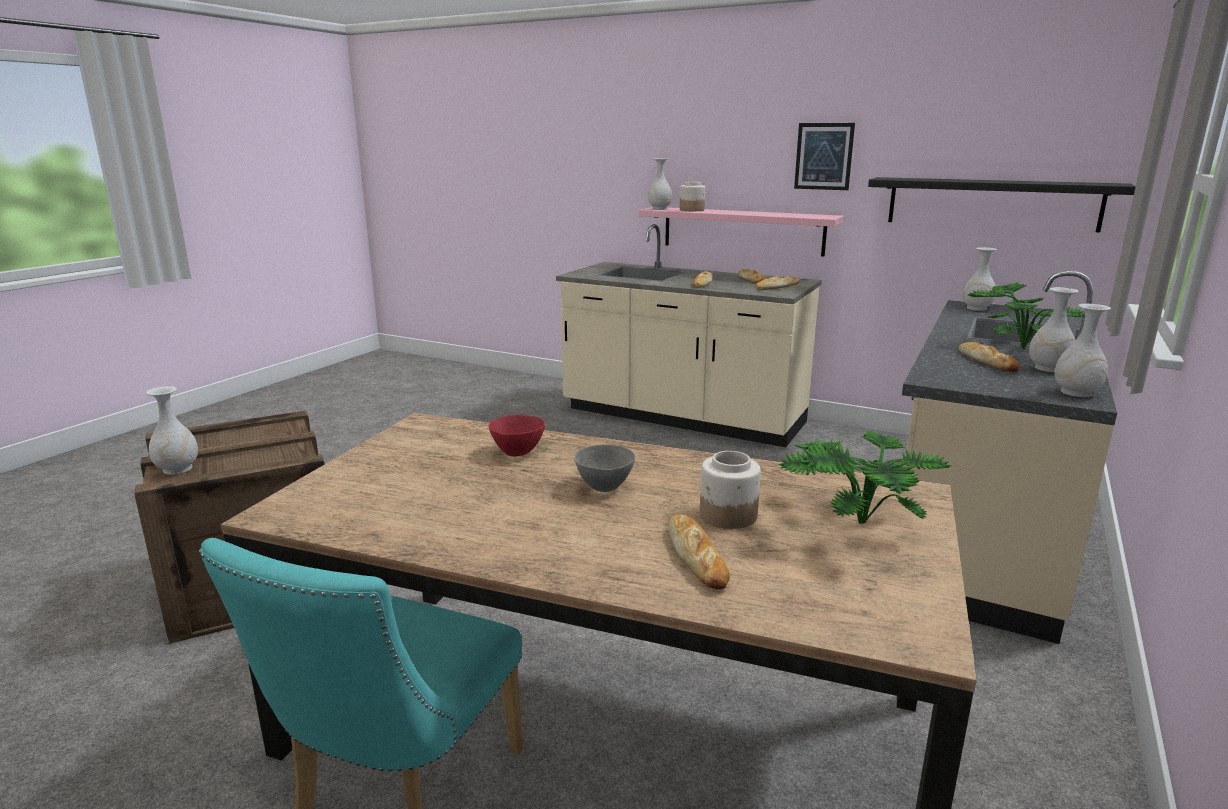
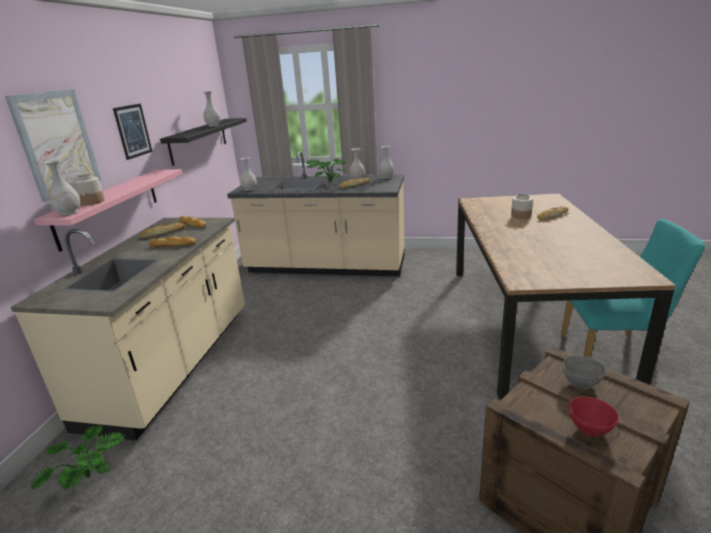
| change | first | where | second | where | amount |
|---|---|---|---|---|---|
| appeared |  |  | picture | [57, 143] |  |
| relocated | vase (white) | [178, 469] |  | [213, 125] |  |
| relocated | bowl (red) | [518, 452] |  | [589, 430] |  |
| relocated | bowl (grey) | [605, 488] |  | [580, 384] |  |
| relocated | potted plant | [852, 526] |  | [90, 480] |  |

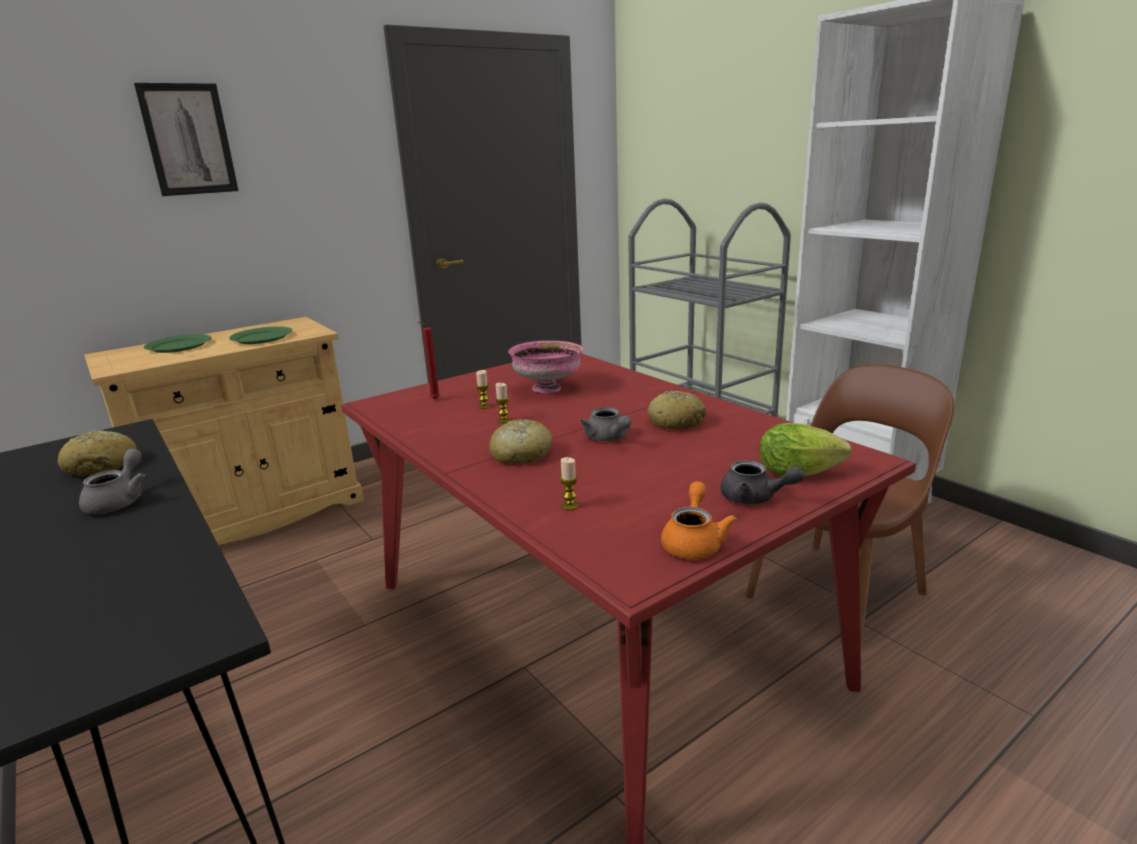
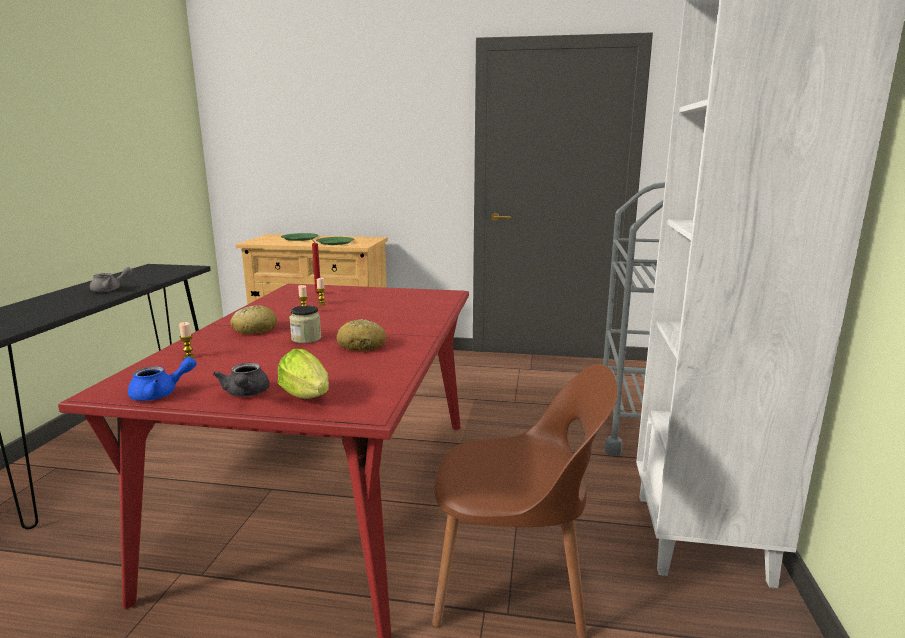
| change | first | where | second | where | amount |
|---|---|---|---|---|---|
| missing | bread | [102, 466] |  |  |  |
| missing | picture | [188, 139] |  |  |  |
| missing | bowl (pink) | [547, 388] |  |  |  |
| exchanged | teapot (grey) | [608, 438] | jar | [306, 339] |  |
| colour | teapot (orange) | [694, 542] | teapot (blue) | [161, 394] |  |

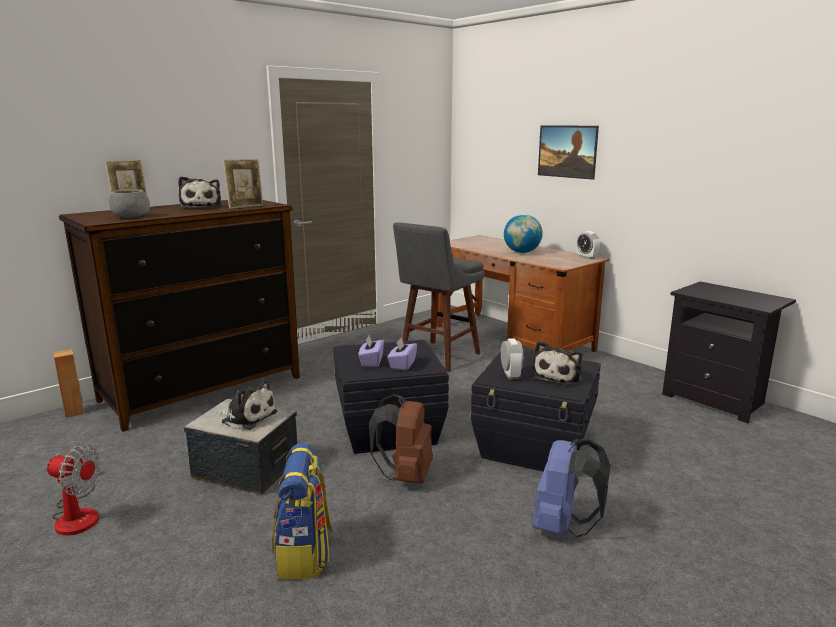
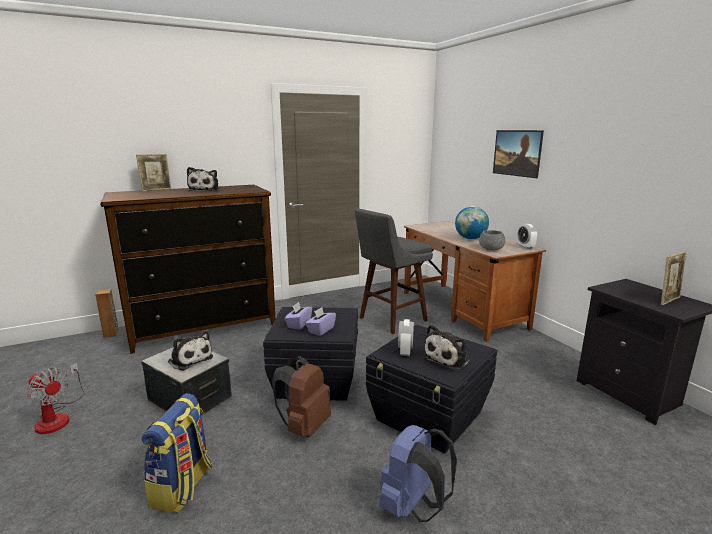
| change | first | where | second | where | amount |
|---|---|---|---|---|---|
| relocated | bowl (grey) | [132, 216] |  | [491, 249] |  |
| relocated | picture frame | [246, 207] |  | [668, 300] |  |

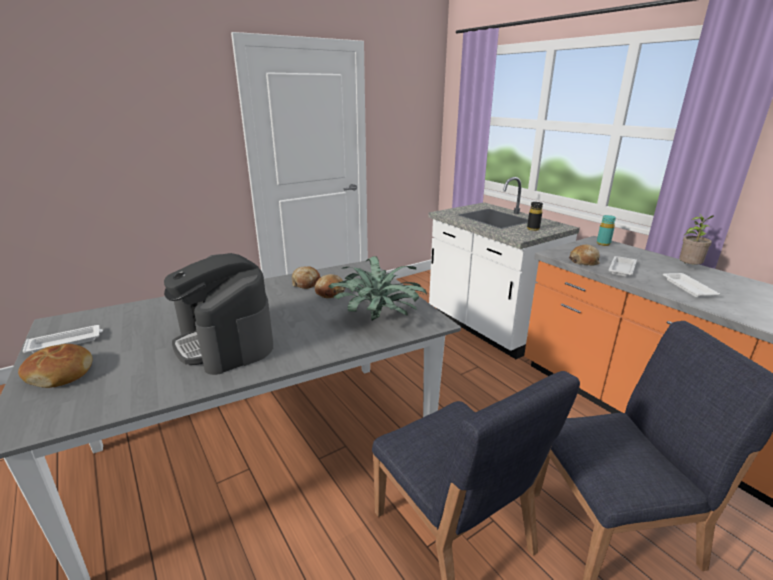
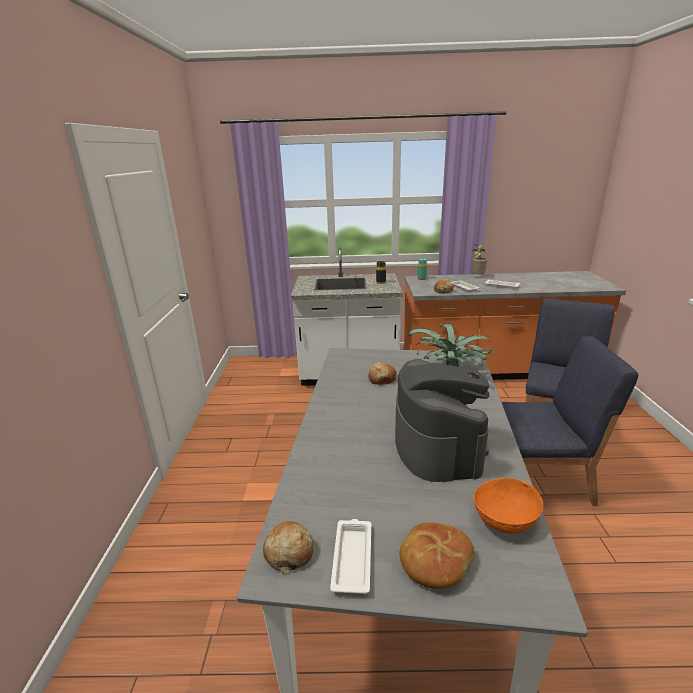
| change | first | where | second | where | amount |
|---|---|---|---|---|---|
| appeared |  |  | bowl (orange) | [504, 519] |  |
| relocated | bread | [306, 283] |  | [289, 552] |  |
| spun | coffee machine | [225, 342] |  | [437, 445] | 90 degrees counterclockwise |

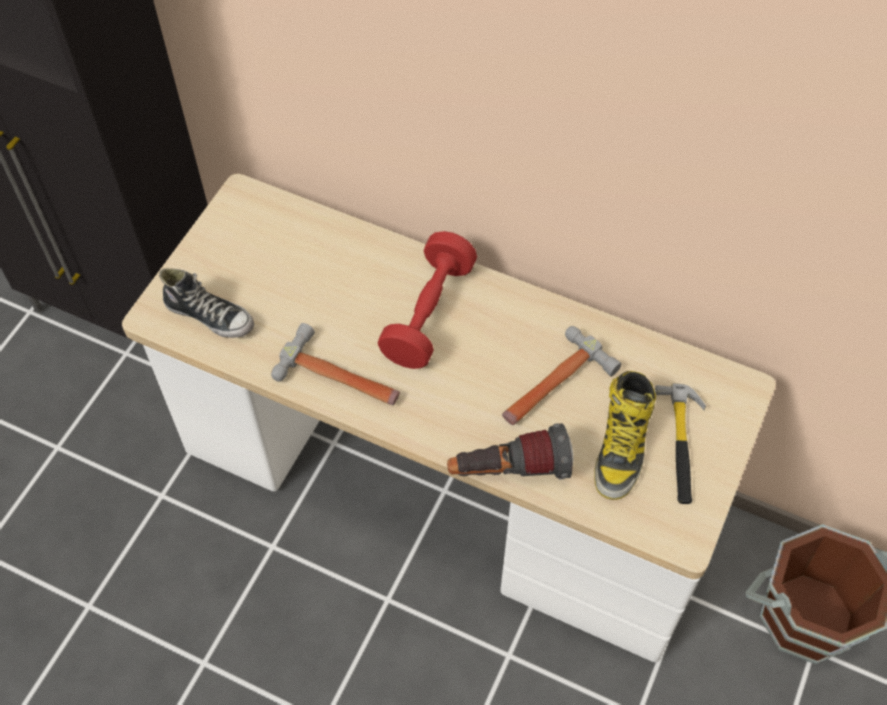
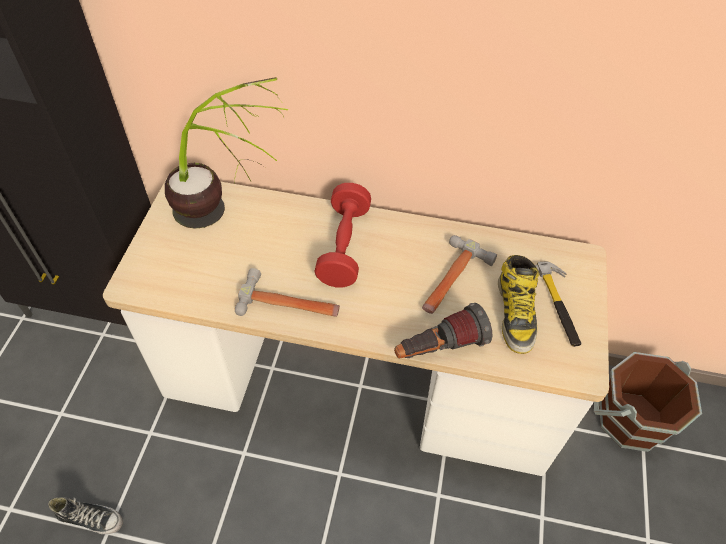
| change | first | where | second | where | amount |
|---|---|---|---|---|---|
| appeared |  |  | potted plant | [227, 218] |  |
| relocated | shoe | [210, 316] |  | [91, 518] |  |

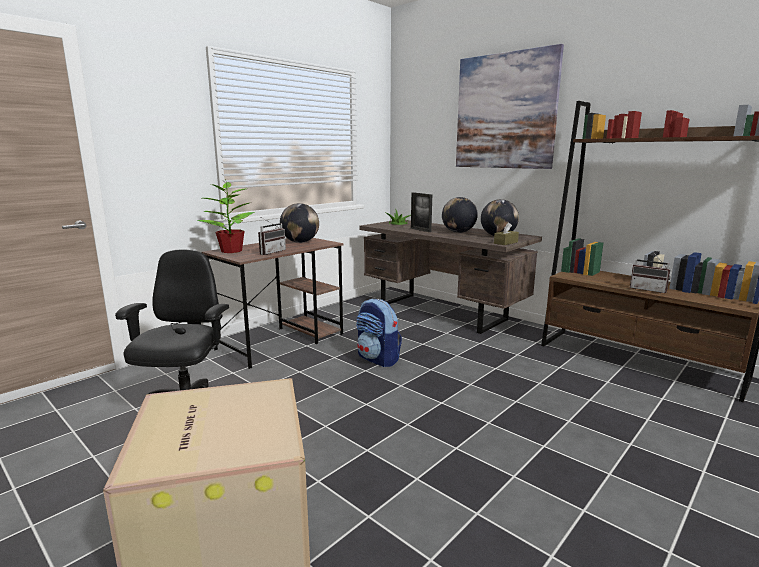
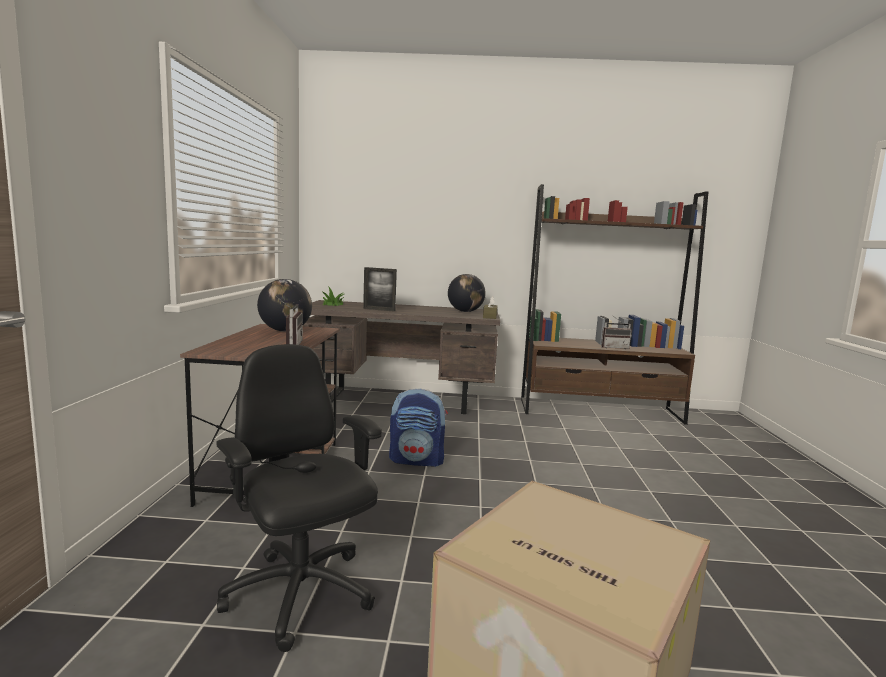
| change | first | where | second | where | amount |
|---|---|---|---|---|---|
| missing | potted plant | [231, 251] |  |  |  |
| missing | globe | [458, 232] |  |  |  |
| missing | picture | [505, 111] |  |  |  |

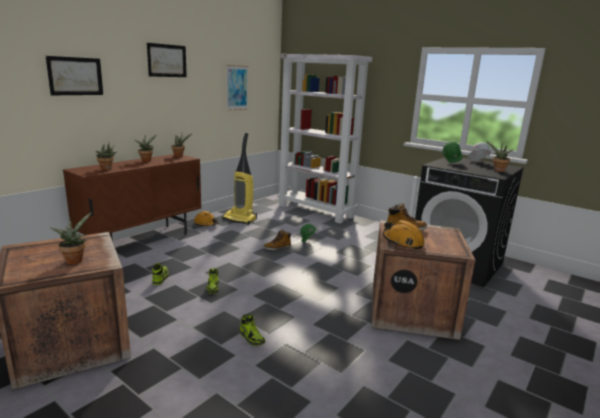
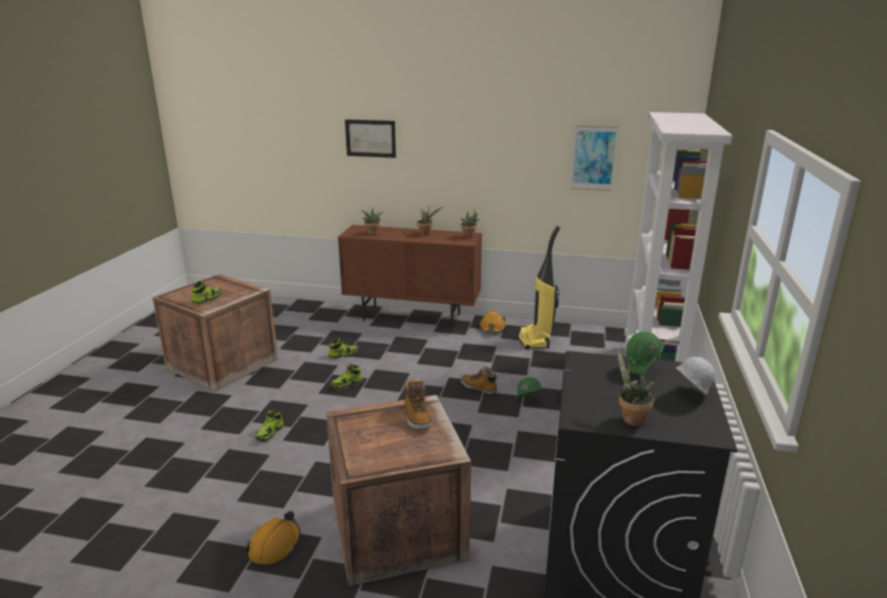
| change | first | where | second | where | amount |
|---|---|---|---|---|---|
| missing | picture | [167, 60] |  |  |  |
| relocated | hard hat (orange) | [402, 242] |  | [275, 546] |  |
| exchanged | potted plant | [75, 260] | shoe | [207, 299] |  |

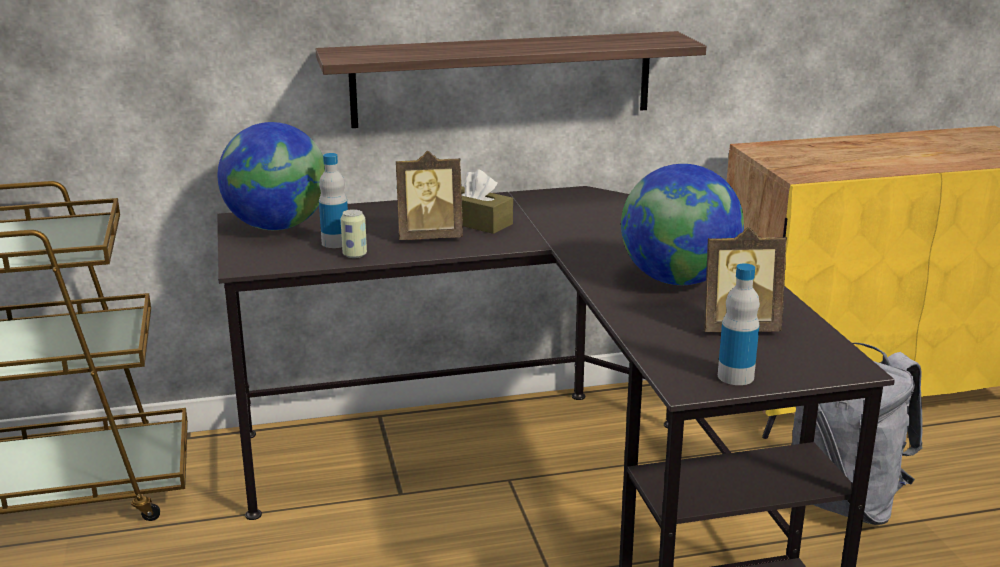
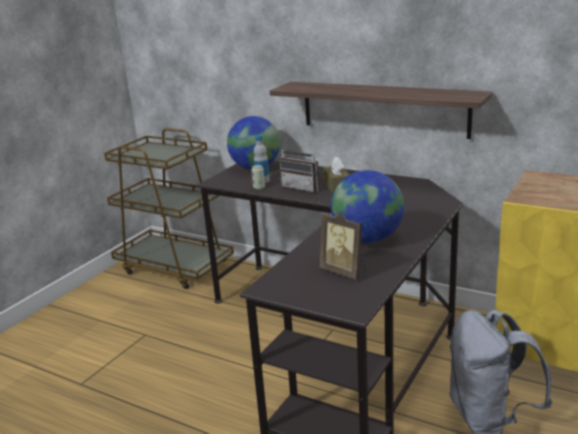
| change | first | where | second | where | amount |
|---|---|---|---|---|---|
| missing | bottle | [735, 376] |  |  |  |
| exchanged | picture frame | [430, 237] | radio | [303, 187] |  |

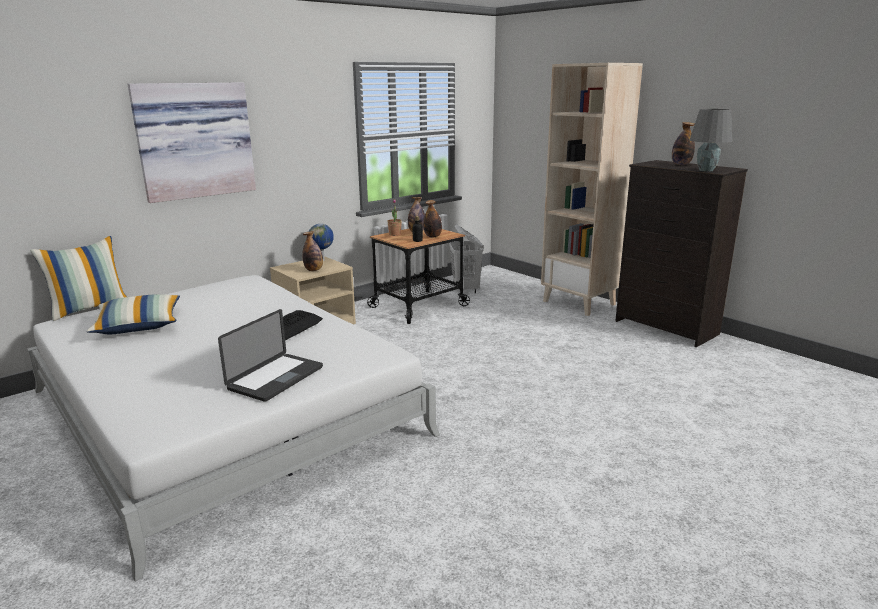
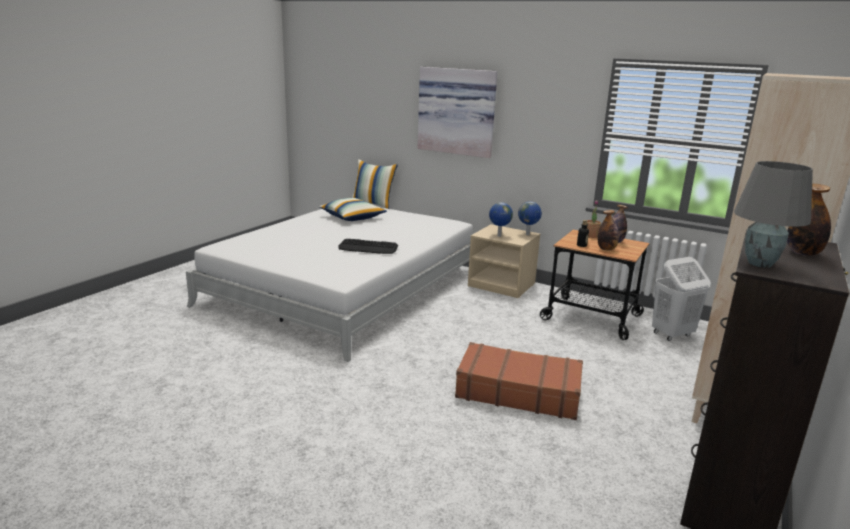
| change | first | where | second | where | amount |
|---|---|---|---|---|---|
| missing | laptop | [276, 378] |  |  |  |
| appeared |  |  | suitcase (brown) | [518, 392] |  |
| exchanged | bottle | [314, 270] | globe | [498, 236] |  |

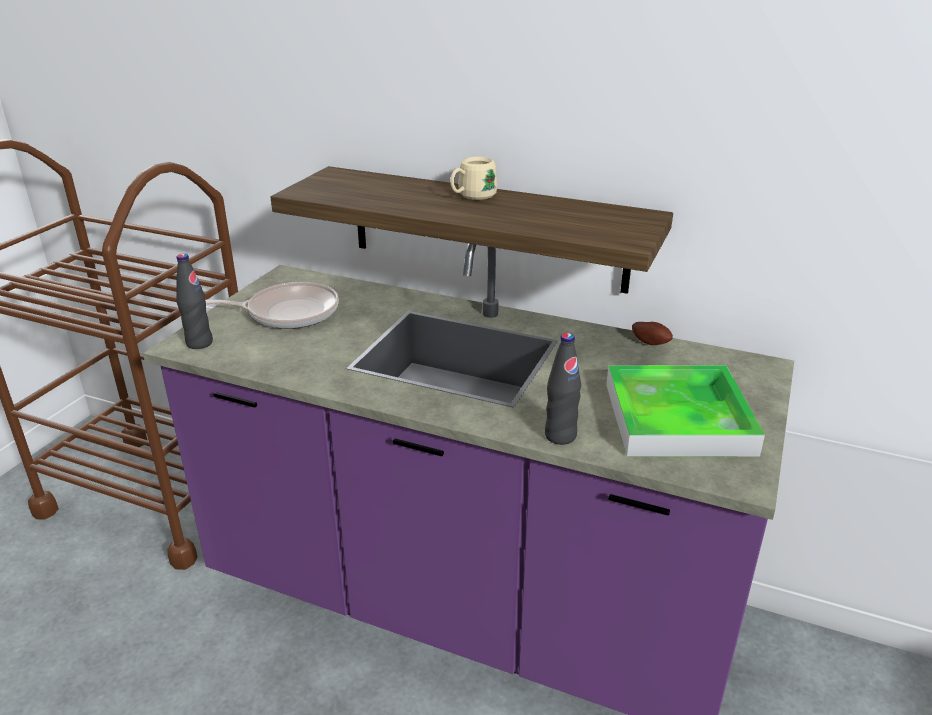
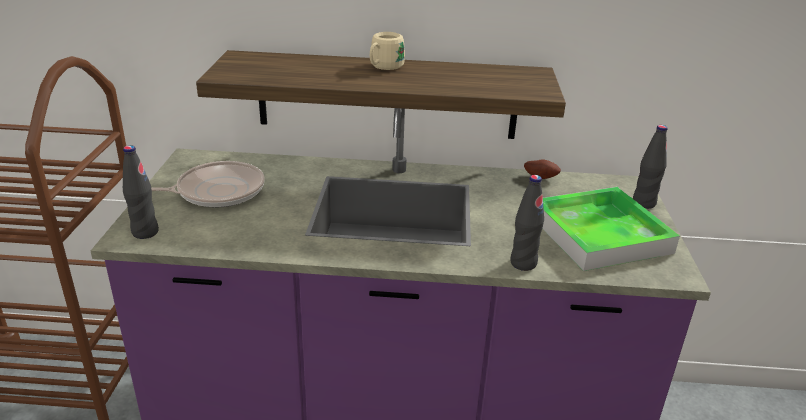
| change | first | where | second | where | amount |
|---|---|---|---|---|---|
| appeared |  |  | bottle (black) | [643, 203] |  |

